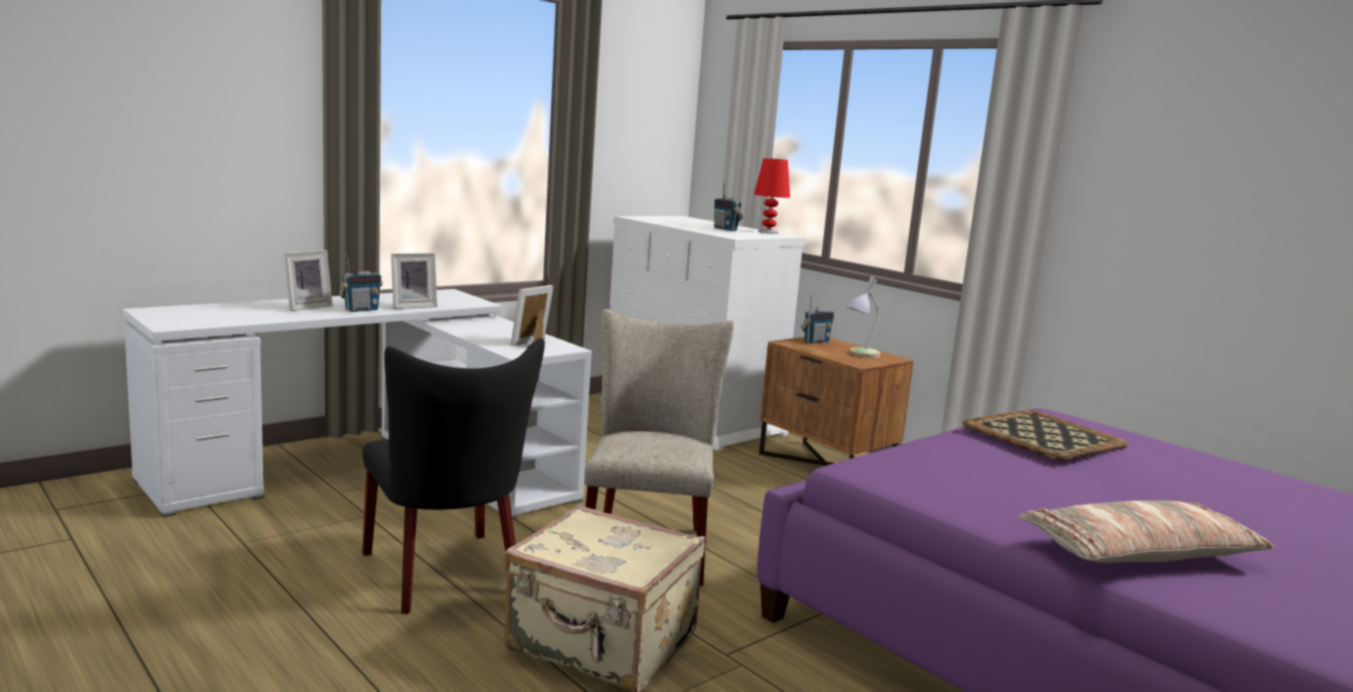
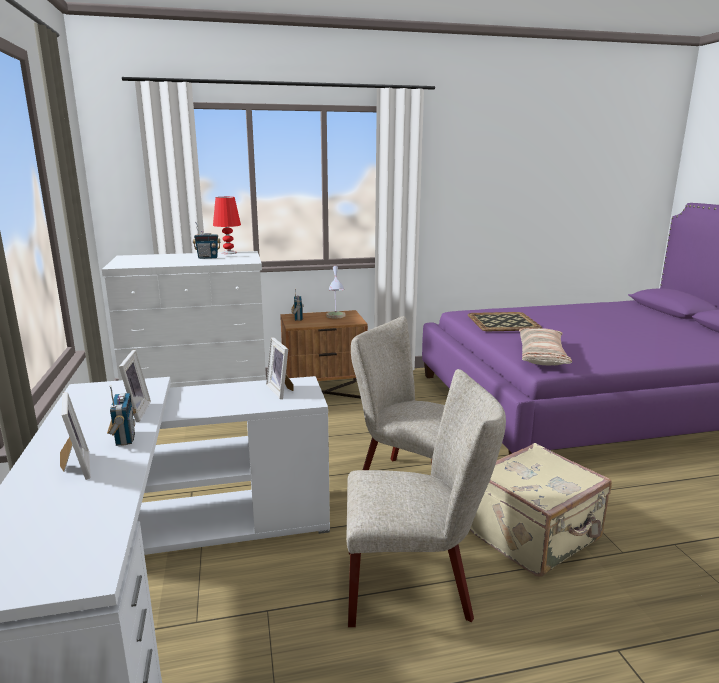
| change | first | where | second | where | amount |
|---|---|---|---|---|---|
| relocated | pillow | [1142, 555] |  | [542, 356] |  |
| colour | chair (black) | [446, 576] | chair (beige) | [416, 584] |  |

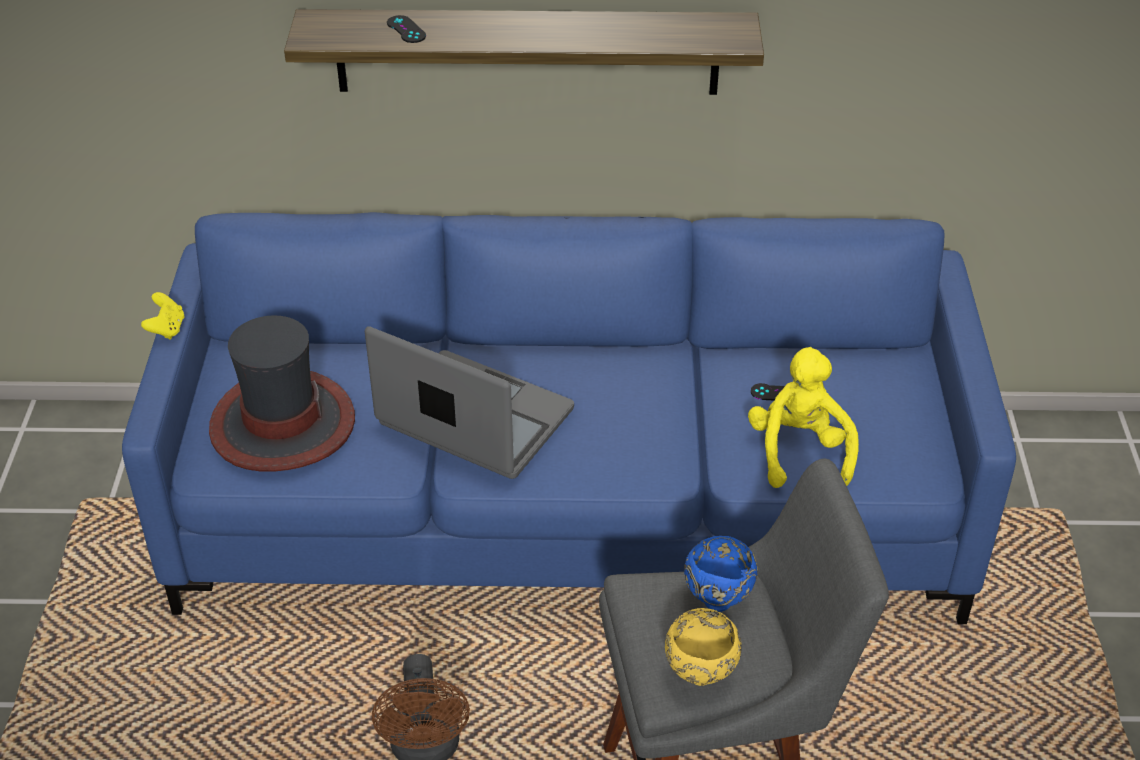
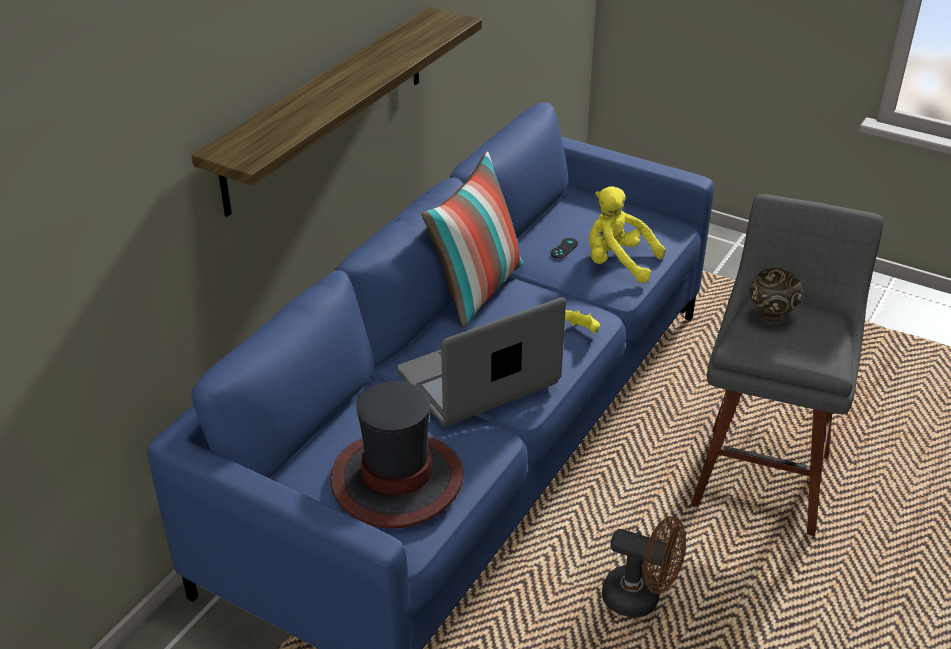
| change | first | where | second | where | amount |
|---|---|---|---|---|---|
| missing | game controller (black) | [406, 29] |  |  |  |
| missing | bowl (yellow) | [700, 676] |  |  |  |
| appeared |  |  | pillow | [476, 289] |  |
| relocated | game controller (yellow) | [167, 329] |  | [581, 331] |  |
| colour | bowl (blue) | [717, 599] | bowl (brown) | [770, 316] |  |

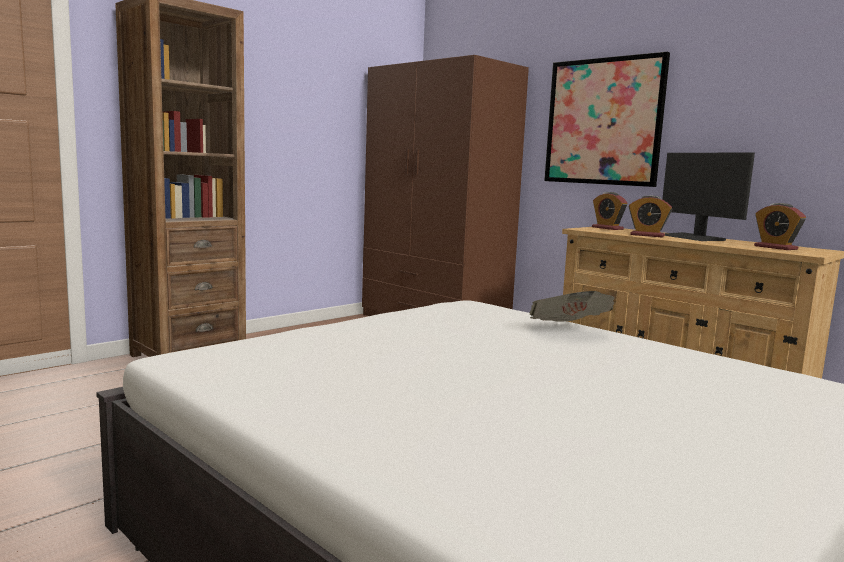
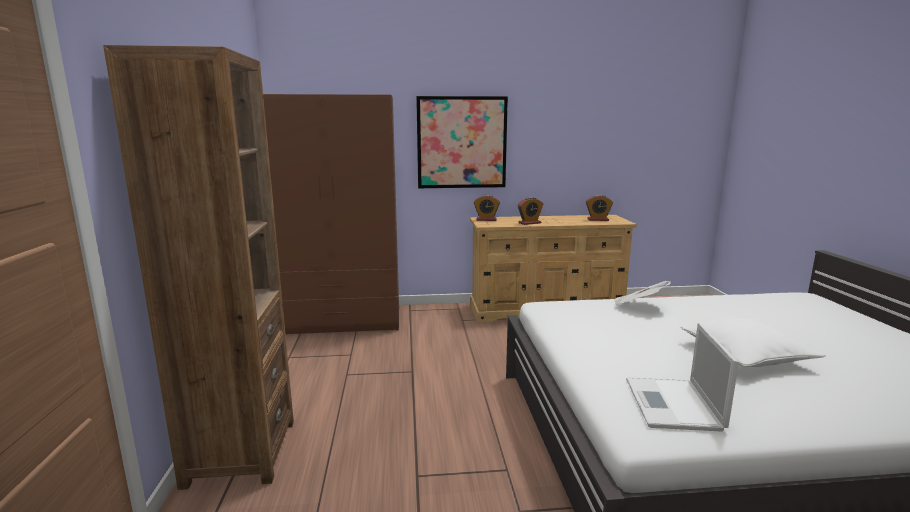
| change | first | where | second | where | amount |
|---|---|---|---|---|---|
| missing | monitor | [693, 237] |  |  |  |
| appeared |  |  | laptop | [673, 405] |  |
| appeared |  |  | pillow (white) | [745, 356] |  |

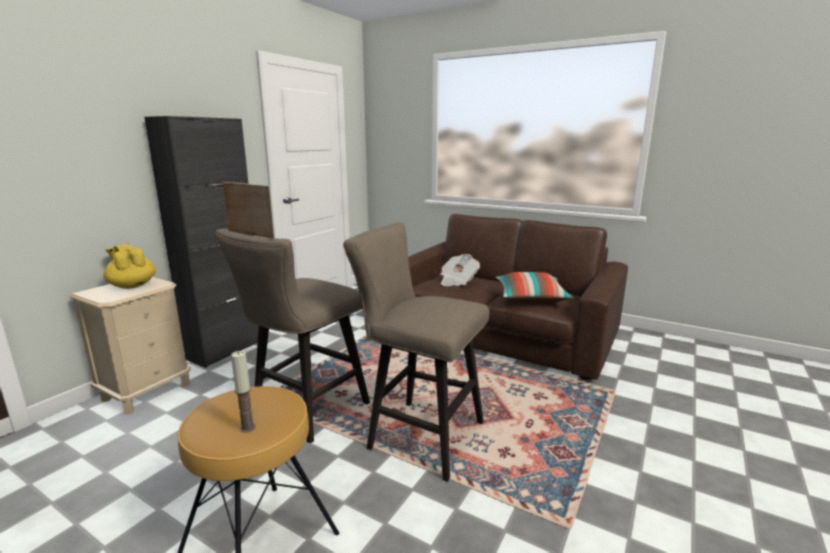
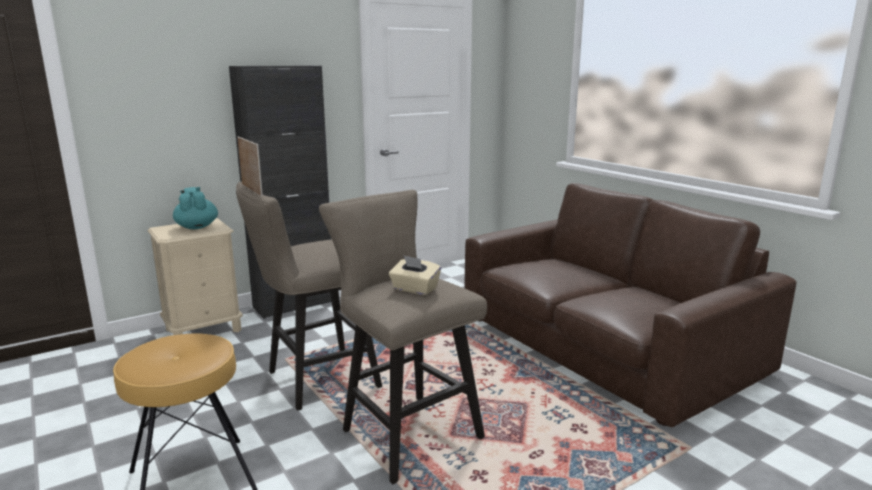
| change | first | where | second | where | amount |
|---|---|---|---|---|---|
| missing | candle | [247, 428] |  |  |  |
| missing | newspaper | [457, 281] |  |  |  |
| missing | pillow | [530, 298] |  |  |  |
| appeared |  |  | tissue box (beige) | [414, 289] |  |
| colour | teapot (yellow) | [132, 286] | teapot (turquoise) | [197, 227] |  |

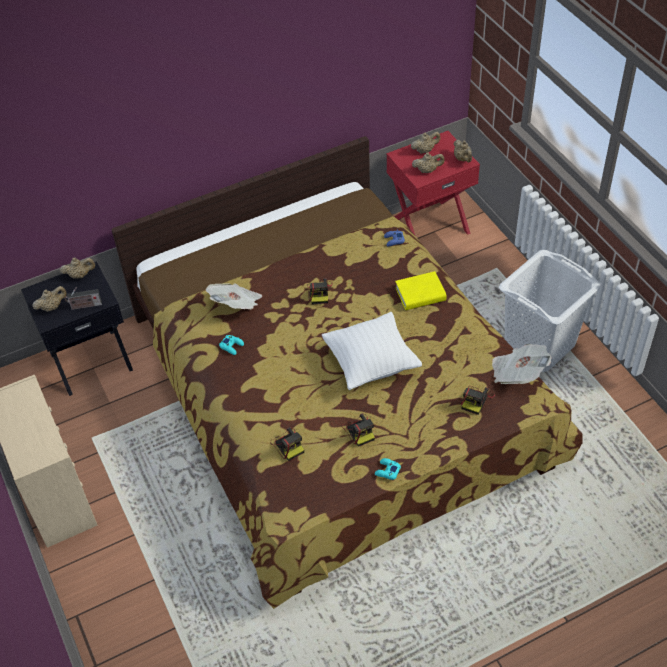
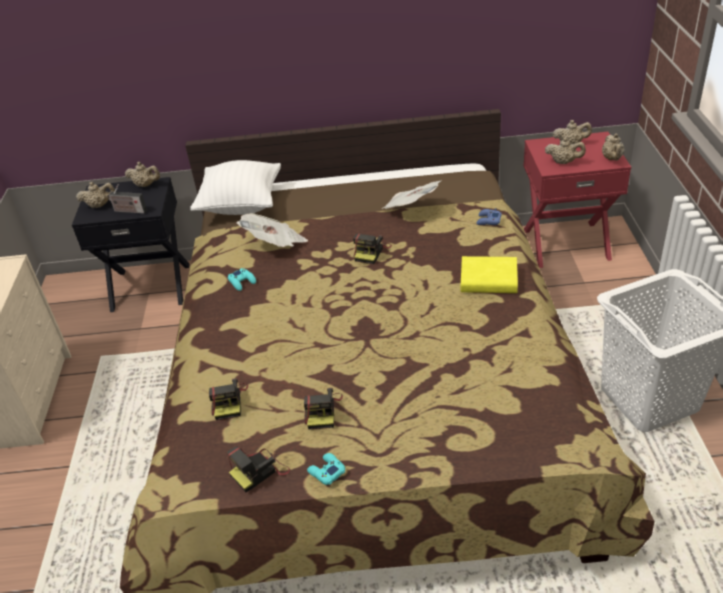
| change | first | where | second | where | amount |
|---|---|---|---|---|---|
| relocated | pillow (white) | [371, 363] |  | [241, 205] |  |
| relocated | photo camera | [476, 400] |  | [259, 471] |  |
| relocated | newspaper | [517, 373] |  | [411, 208] |  |

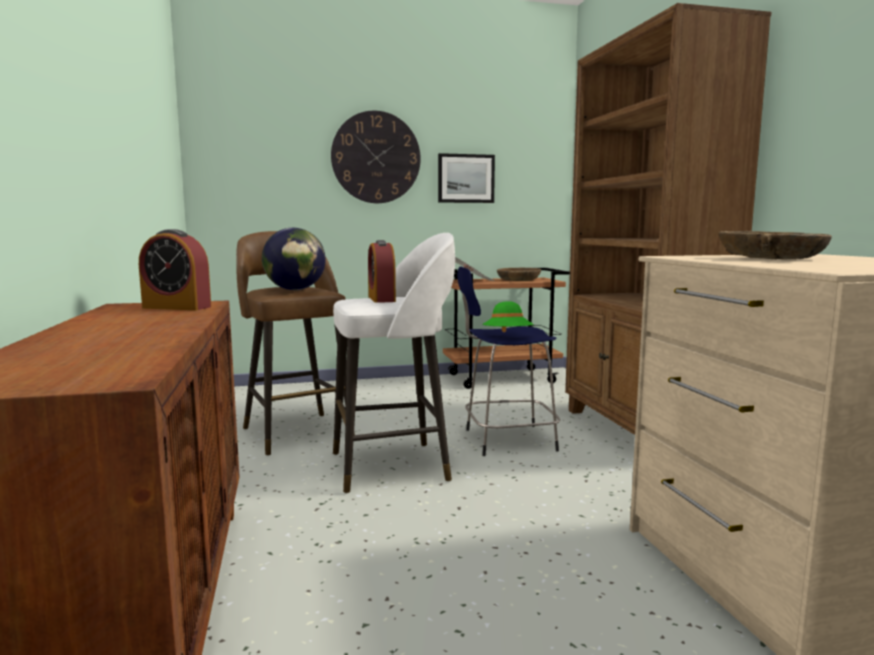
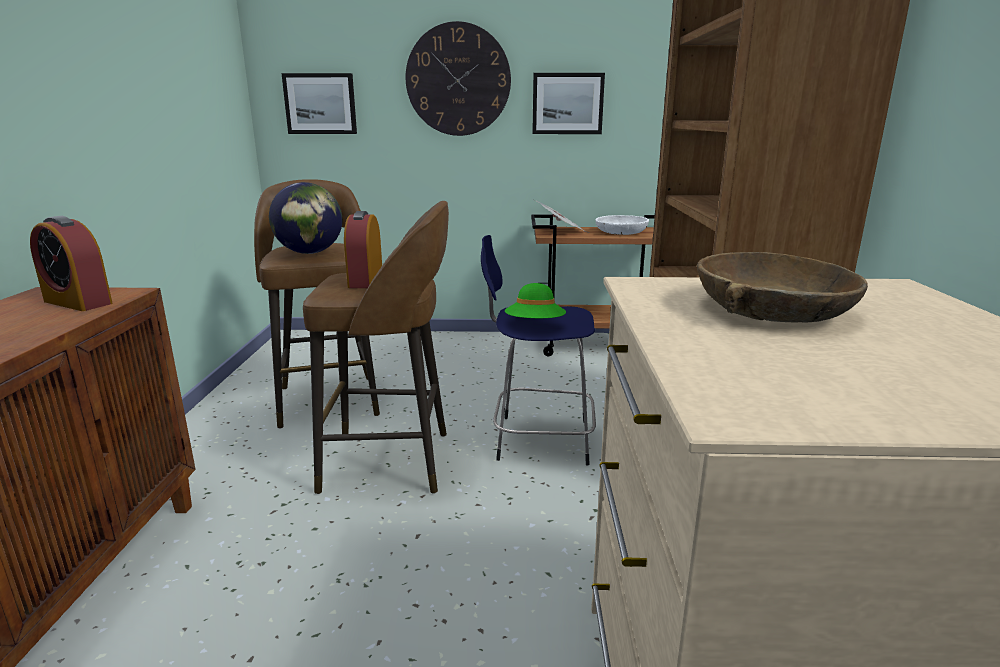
| change | first | where | second | where | amount |
|---|---|---|---|---|---|
| appeared |  |  | picture | [320, 104] |  |
| colour | stool (white) | [394, 466] | stool (brown) | [391, 462] |  |
| colour | bowl (brown) | [518, 280] | bowl (white) | [620, 232] |  |

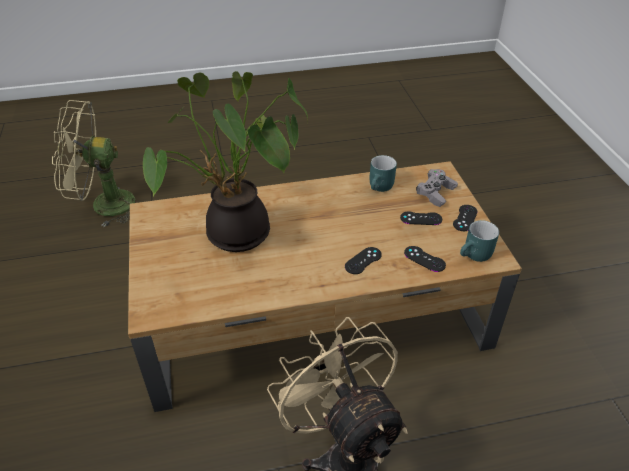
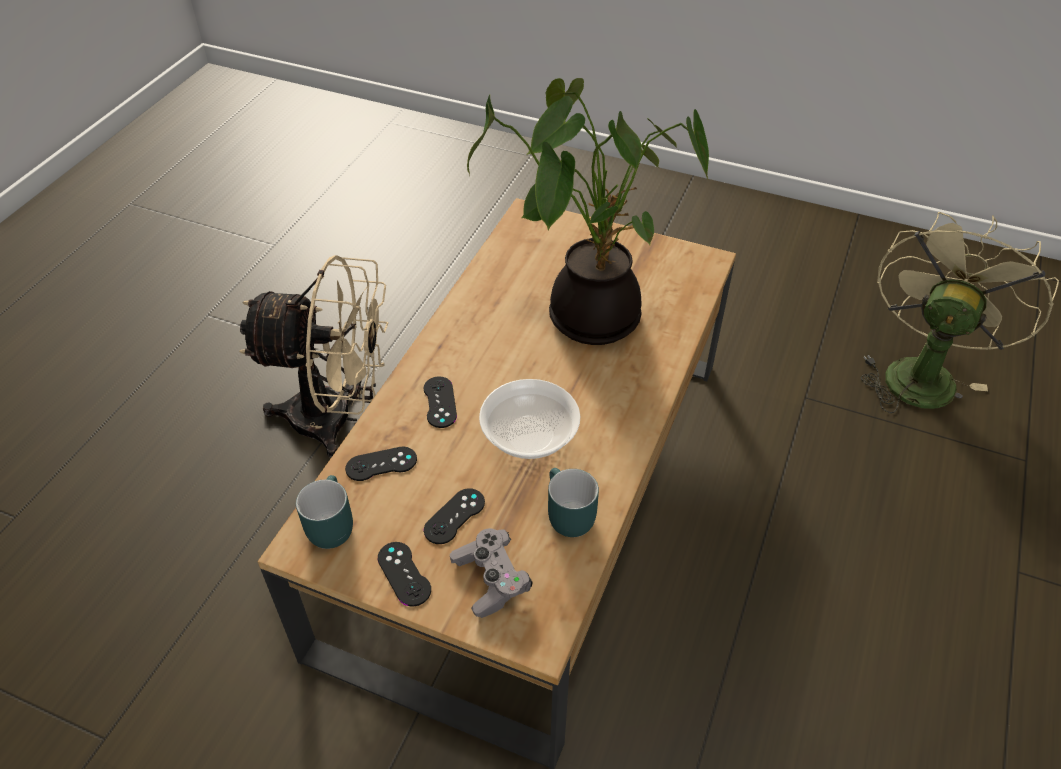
| change | first | where | second | where | amount |
|---|---|---|---|---|---|
| appeared |  |  | bowl | [529, 435] |  |

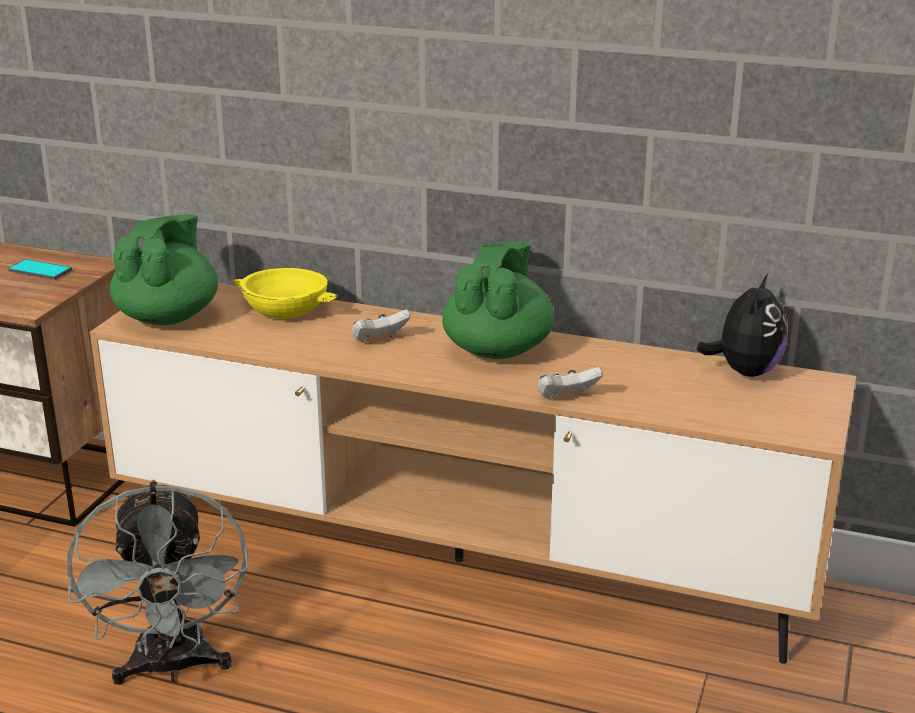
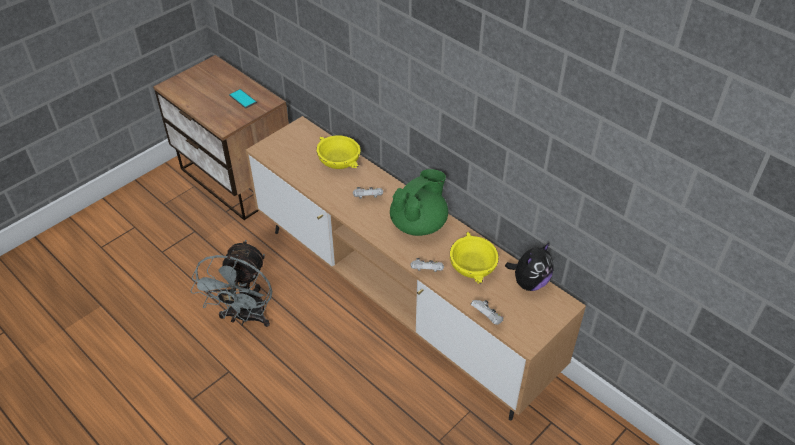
| change | first | where | second | where | amount |
|---|---|---|---|---|---|
| missing | teapot (green) | [168, 316] |  |  |  |
| appeared |  |  | bowl (yellow) | [472, 266] |  |
| appeared |  |  | game controller (white) | [487, 318] |  |

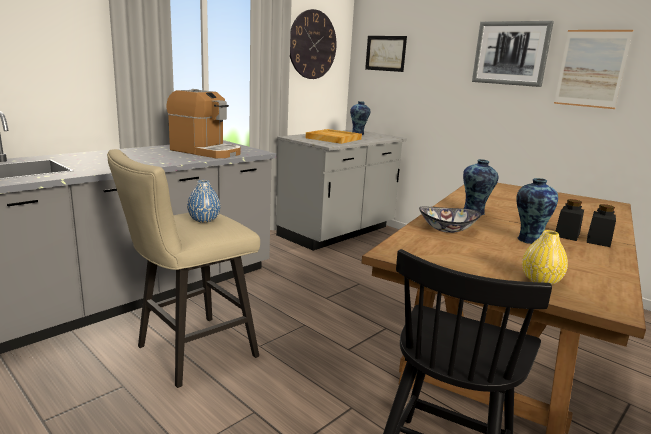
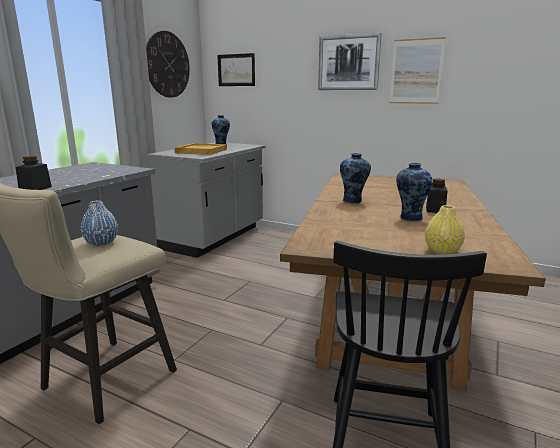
| change | first | where | second | where | amount |
|---|---|---|---|---|---|
| missing | coffee machine | [205, 151] |  |  |  |
| missing | bowl | [447, 229] |  |  |  |
| relocated | jar (black) | [598, 241] |  | [35, 189] |  |

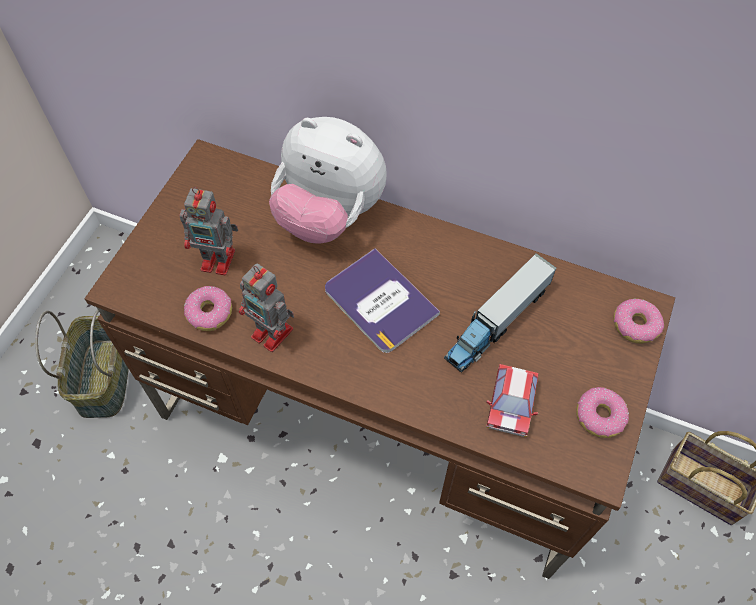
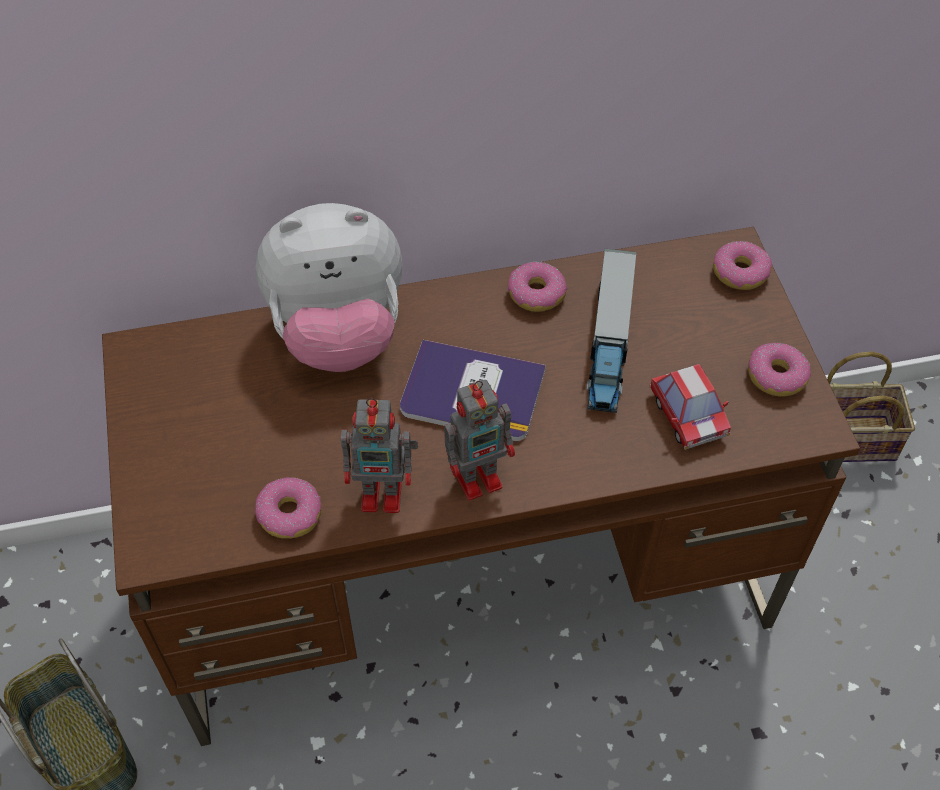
| change | first | where | second | where | amount |
|---|---|---|---|---|---|
| appeared |  |  | donut | [536, 294] |  |
| relocated | toy robot | [220, 260] |  | [479, 475] |  |

